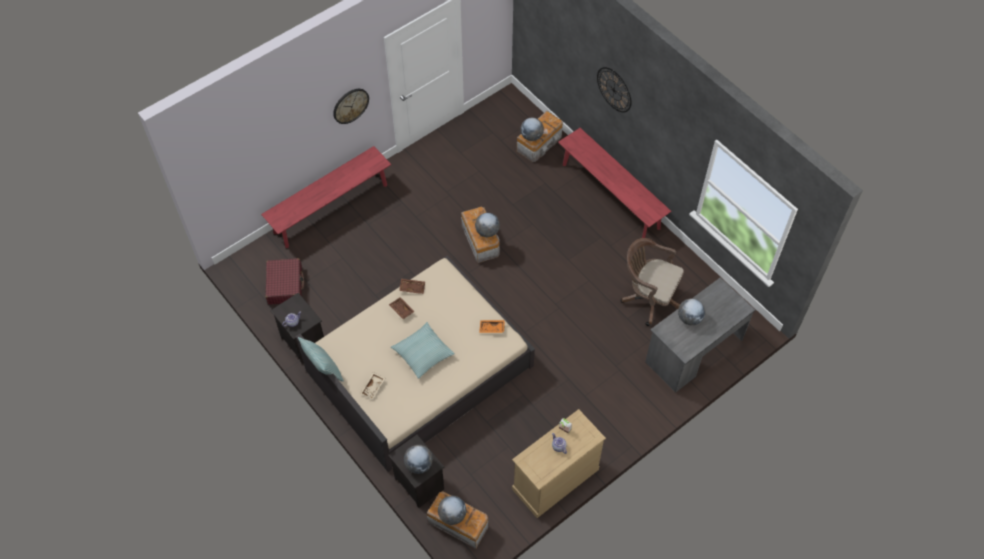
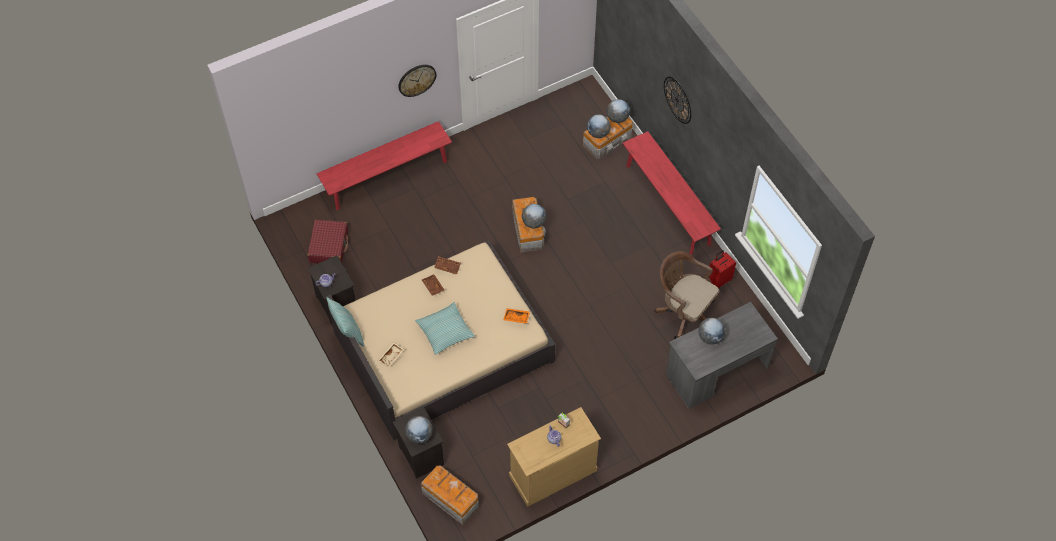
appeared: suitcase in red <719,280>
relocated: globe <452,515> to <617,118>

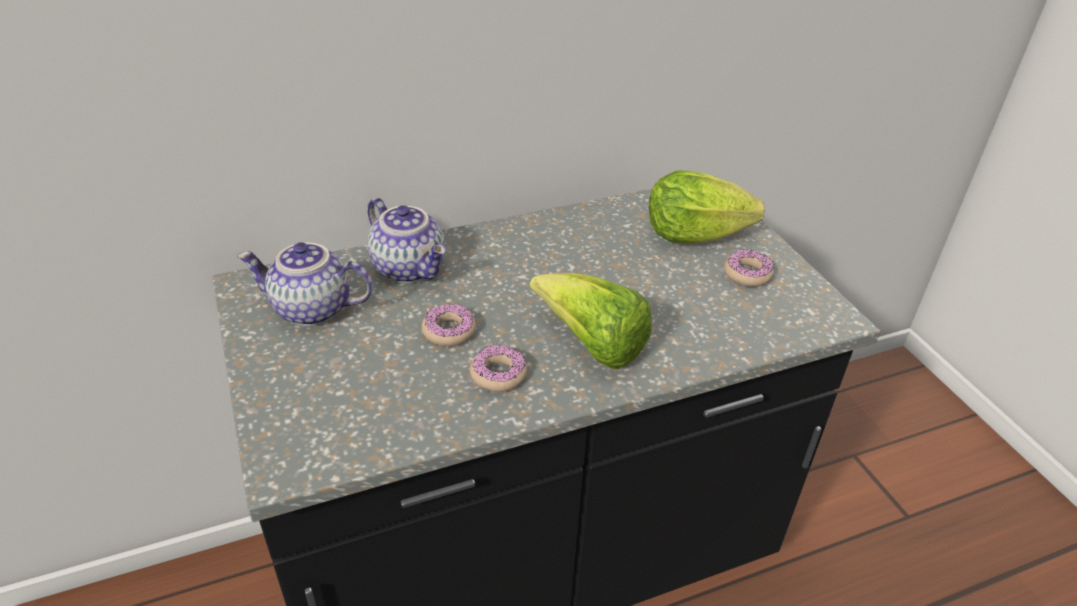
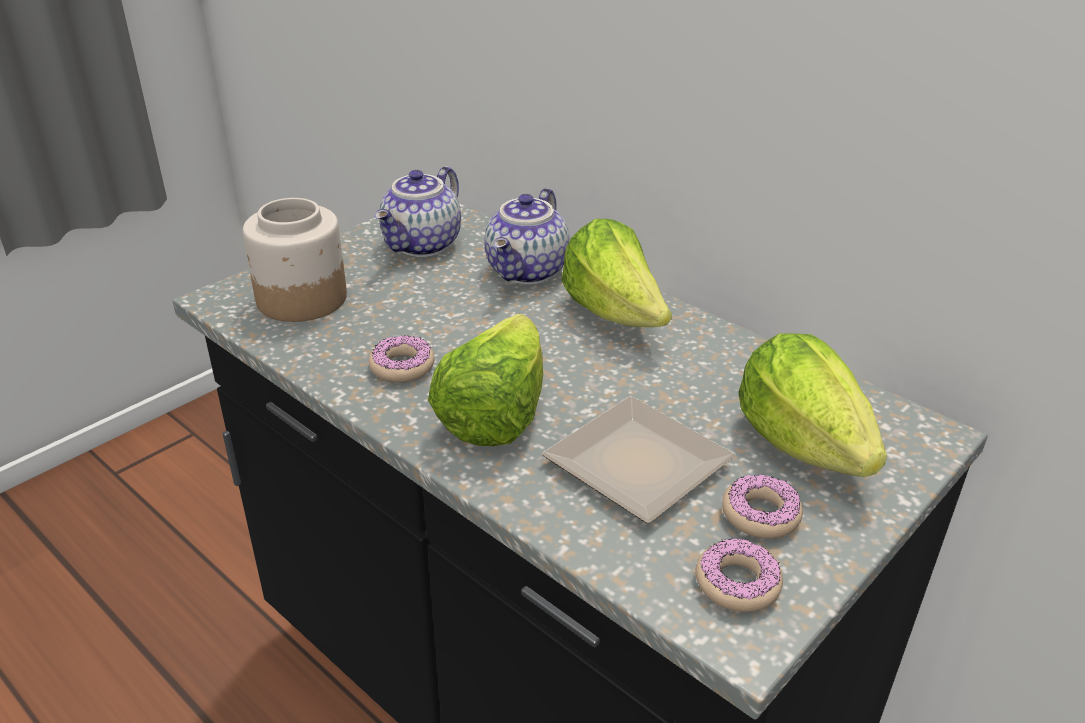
appeared: jar <301,299>; lettuce <615,315>; plate <630,464>
relocated: donut <449,331> to <737,583>
spun: teapot <311,310> = <423,245> 135 degrees counterclockwise

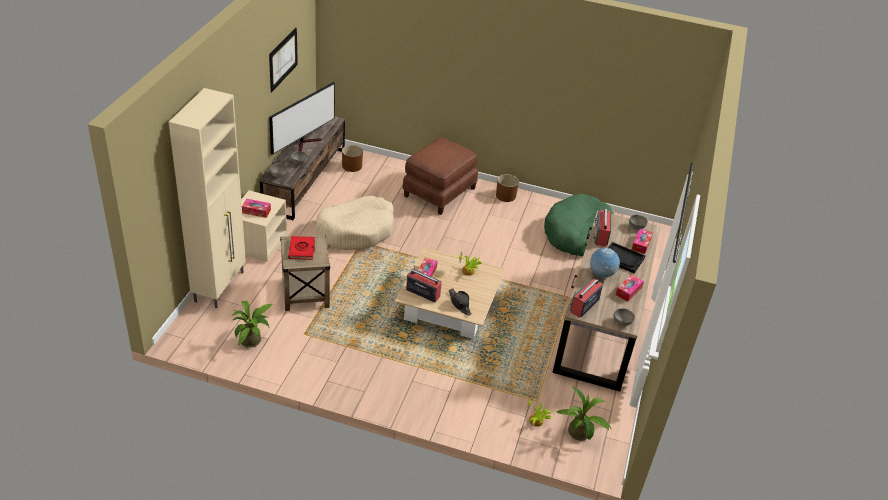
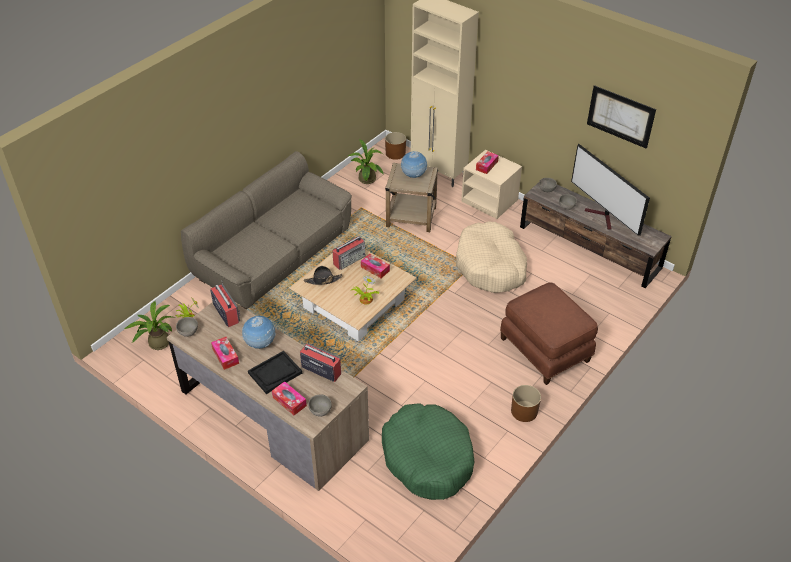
appeared: sofa <274,254>
relocated: planter in brown <351,166> to <395,153>
exchanged: book in red <302,250> to globe <413,176>

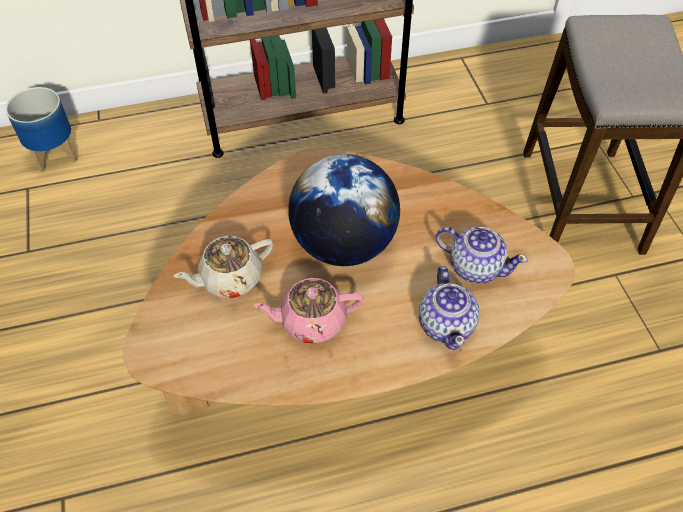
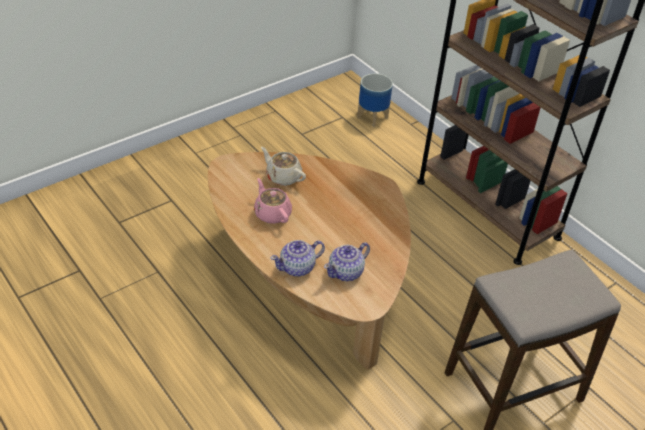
missing: globe <344,244>
spun: teapot <475,266> = <346,272> 45 degrees clockwise

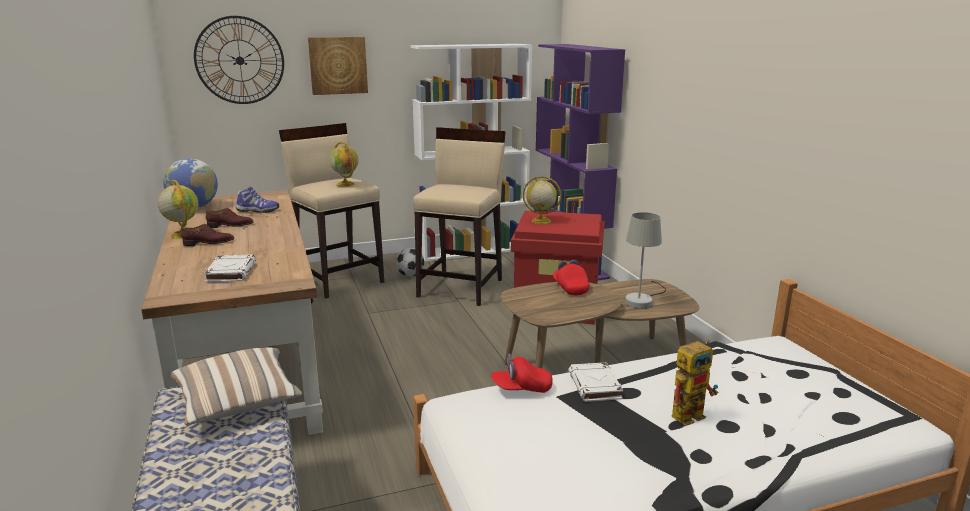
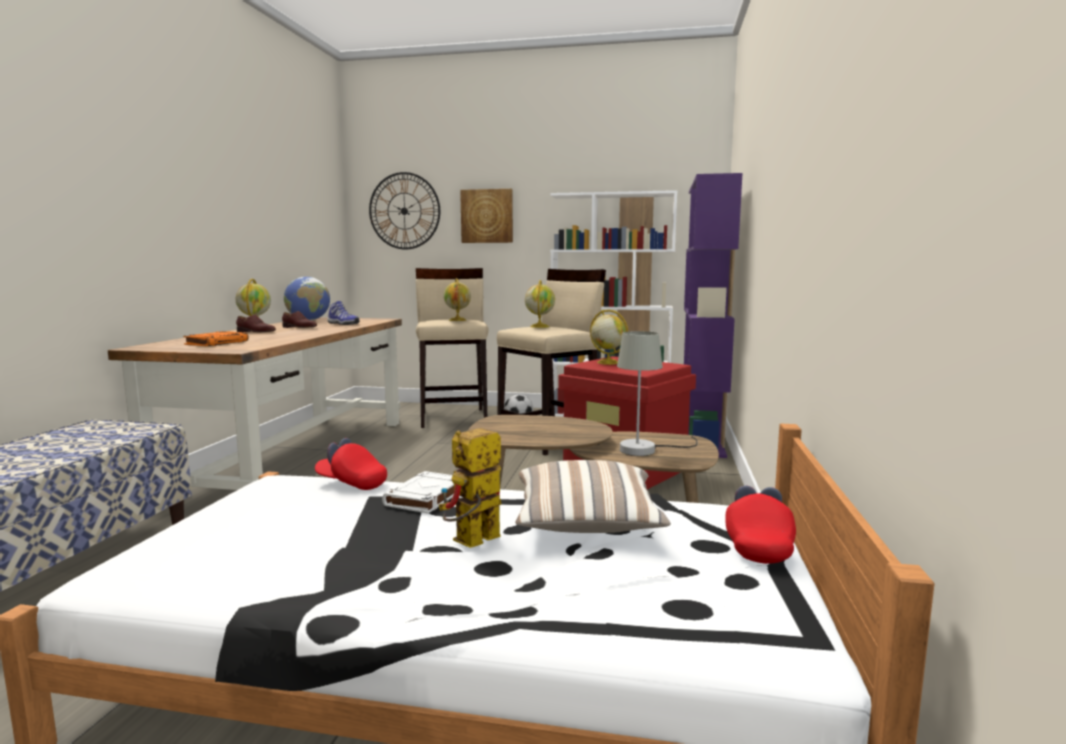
appeared: globe <539,326>
relocated: cap in red <570,288> to <757,545>; pillow <238,403> to <587,524>
colour: book in white <231,272> to book in orange <217,343>
spun: toy robot <691,413> = <472,543> 135 degrees clockwise

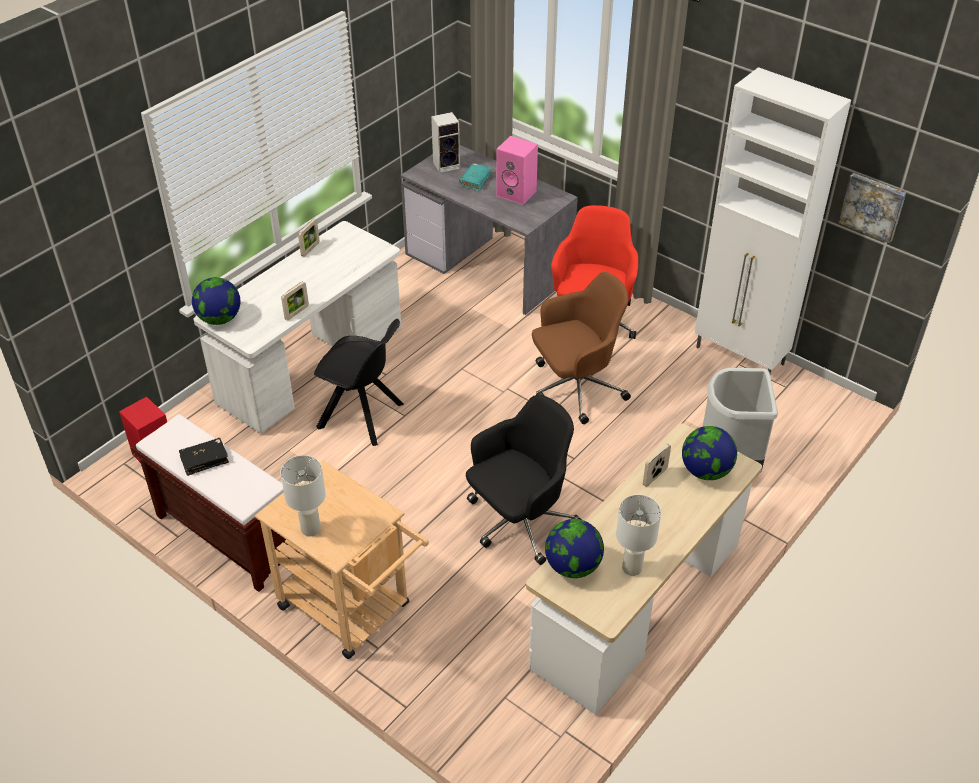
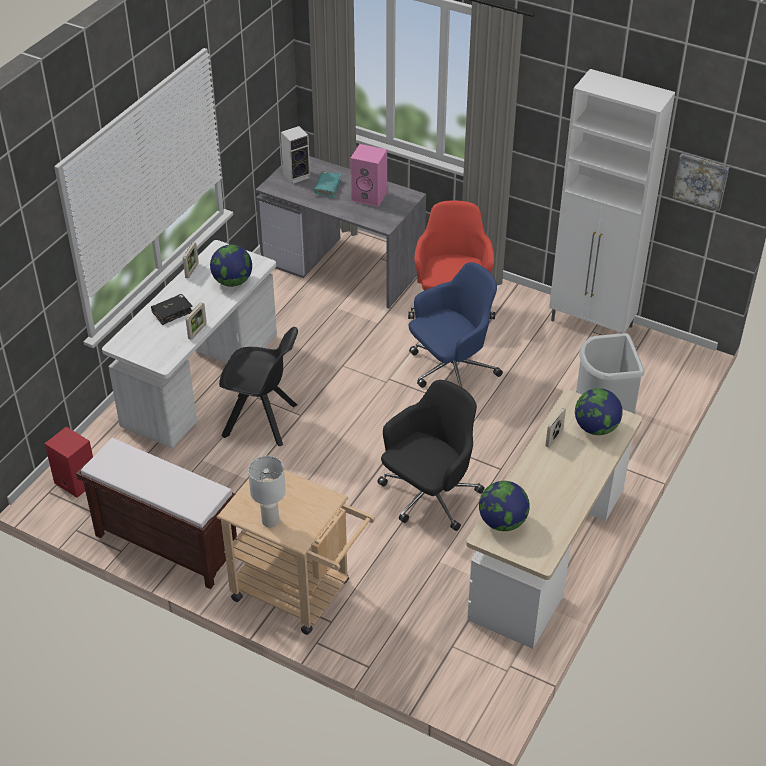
missing: table lamp in white <631,568>
relocated: globe <220,319> to <232,281>; book in black <204,460> to <172,312>
colour: office chair in brown <575,388> to office chair in blue <451,371>

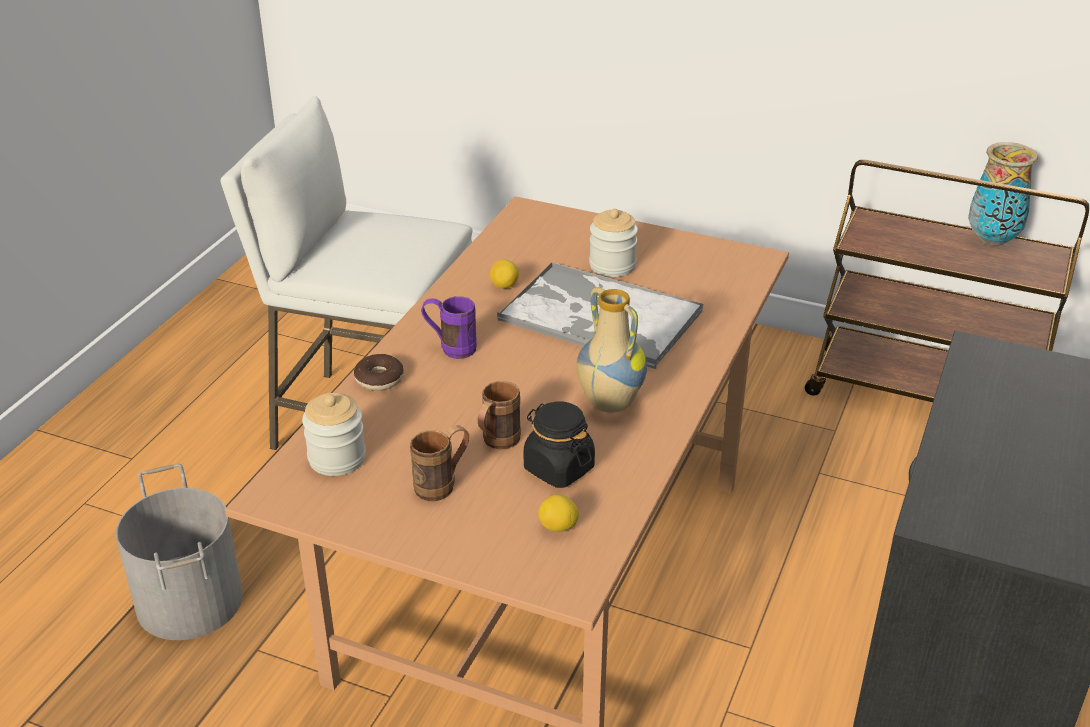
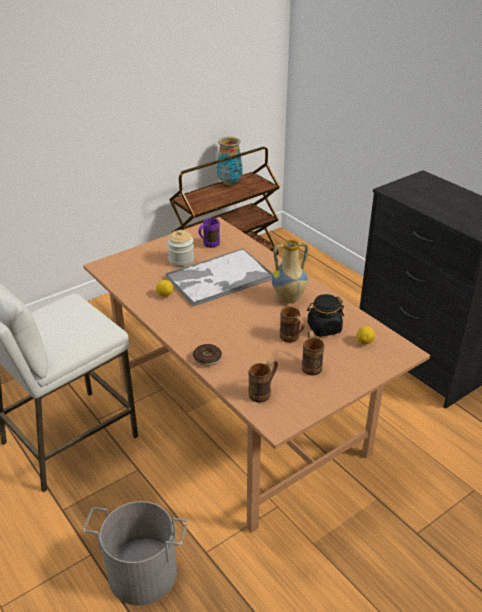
relocated: mug in purple <450,348> to <208,245>
exchanged: jar <337,458> to mug in brown <263,392>

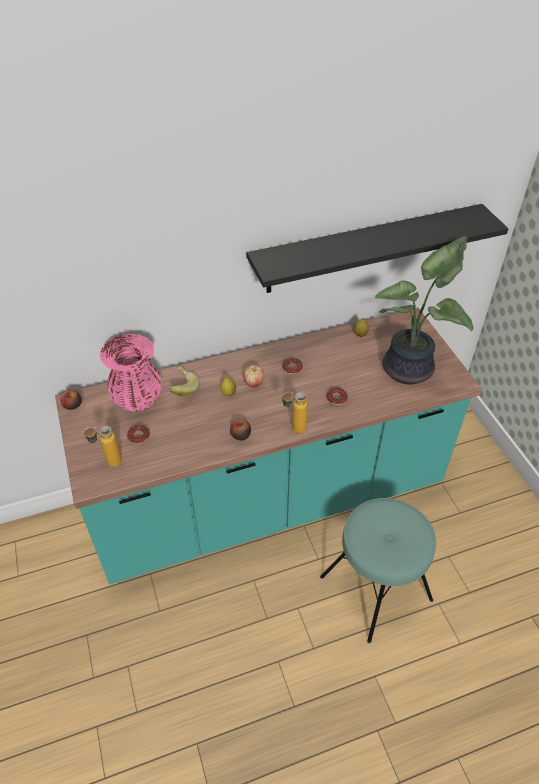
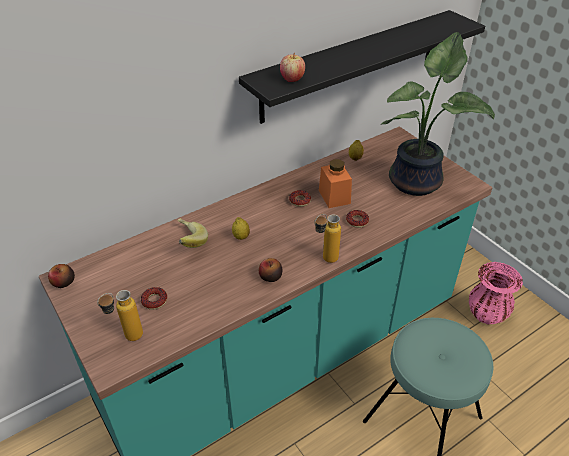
appeared: jar in orange <334,197>
relocated: vase in pink <138,400> to <486,314>; apple <254,383> to <292,79>

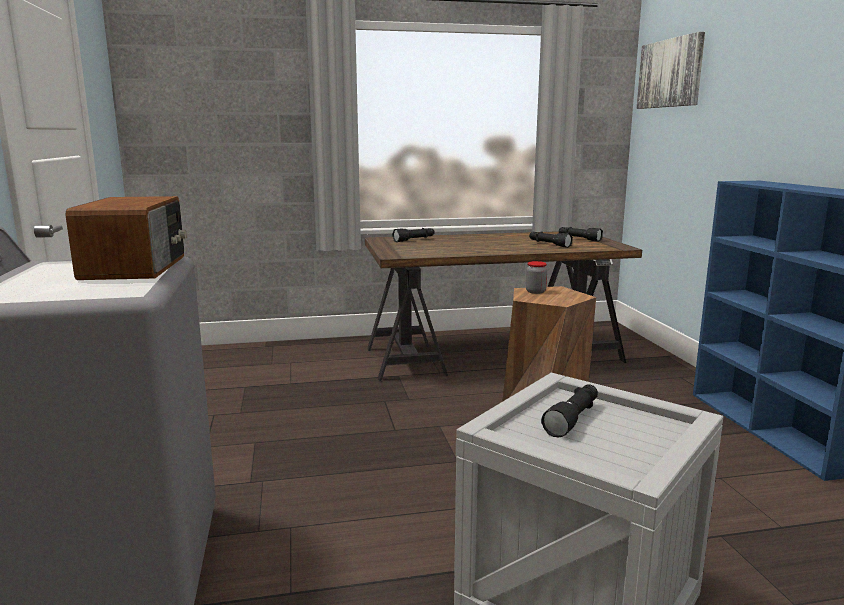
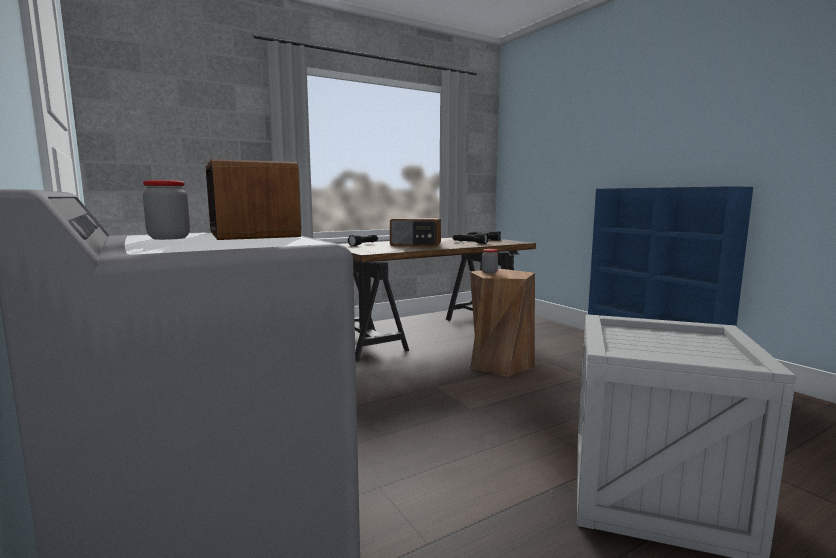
missing: picture <670,73>; flashlight in black <573,419>
appeared: jar <169,238>; radio <416,245>

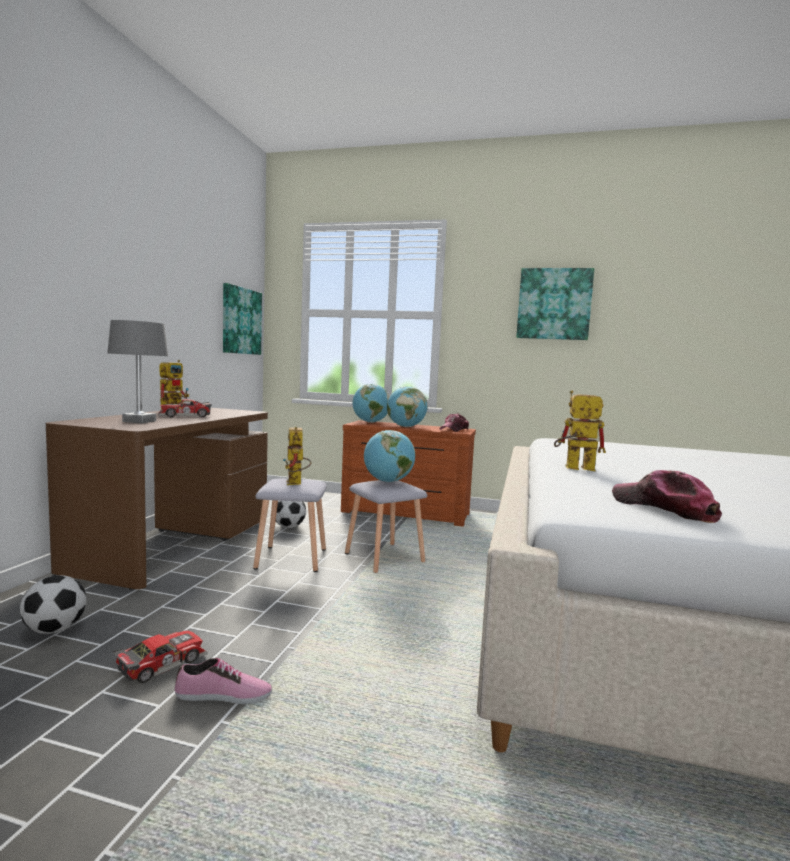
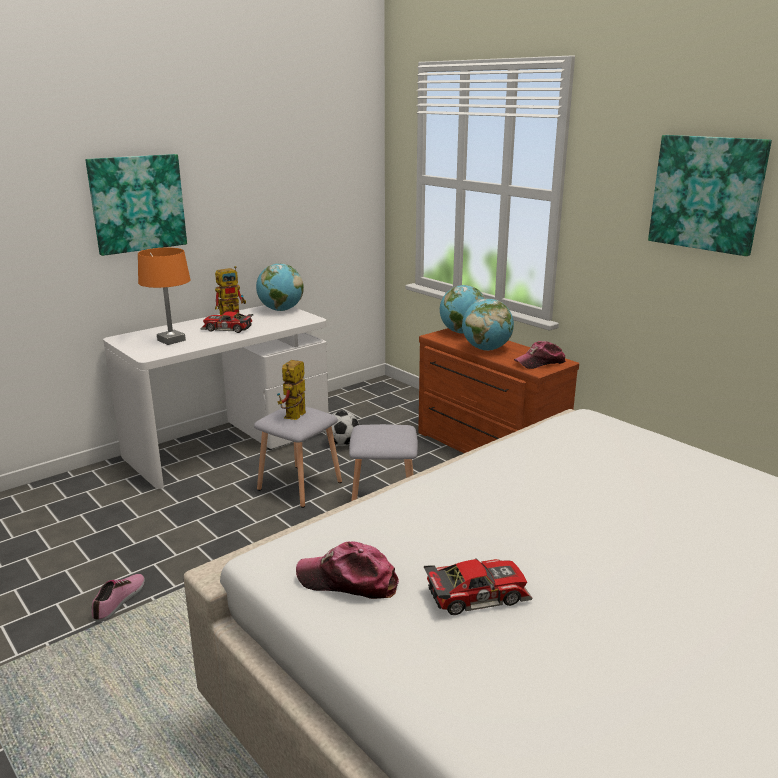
missing: toy robot <573,468>; football <55,630>
relocated: picture <241,321> to <137,203>; globe <388,481> to <280,310>; toy car <160,662> to <475,593>
colour: table lamp in grey <139,421> to table lamp in orange <171,340>; desk in brown <175,543> to desk in white <229,443>
spun: cap <664,508> = <348,581> 75 degrees counterclockwise; shoe <223,695> = <120,600> 105 degrees counterclockwise

